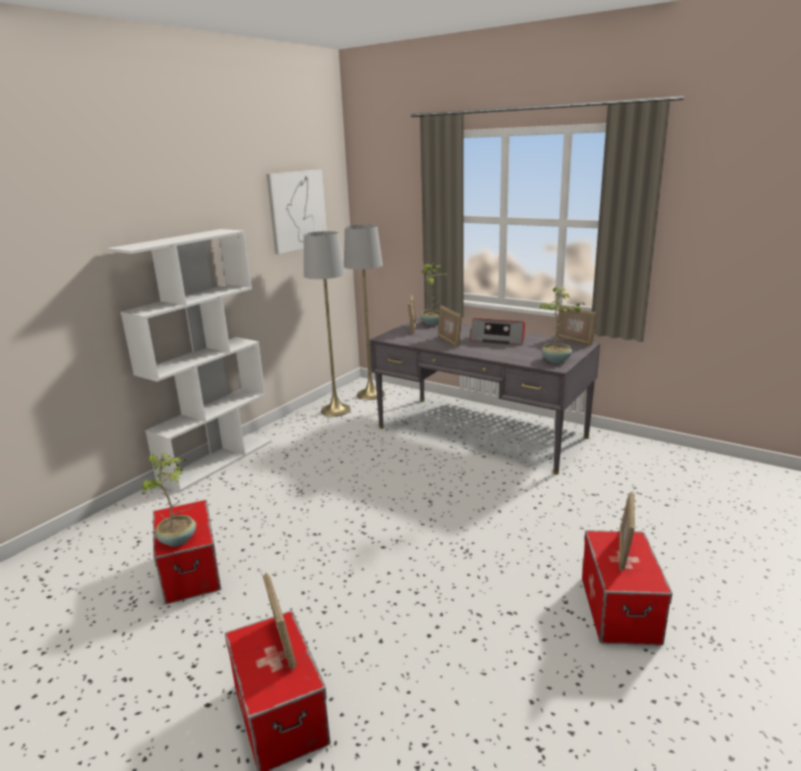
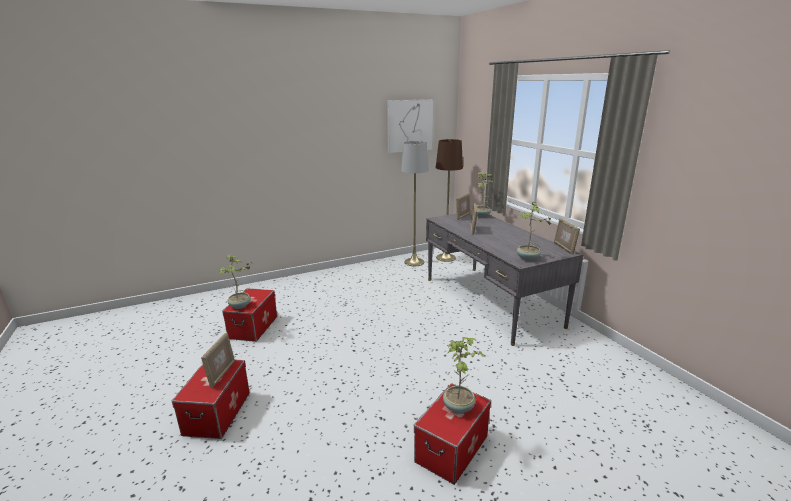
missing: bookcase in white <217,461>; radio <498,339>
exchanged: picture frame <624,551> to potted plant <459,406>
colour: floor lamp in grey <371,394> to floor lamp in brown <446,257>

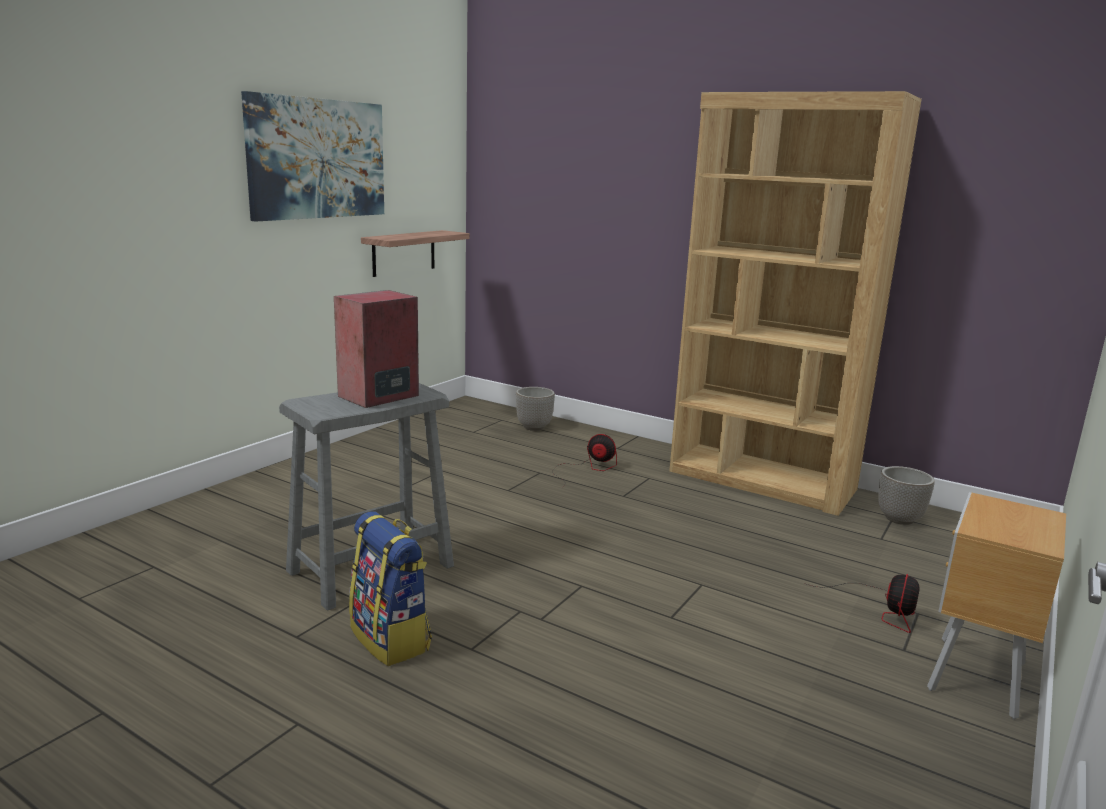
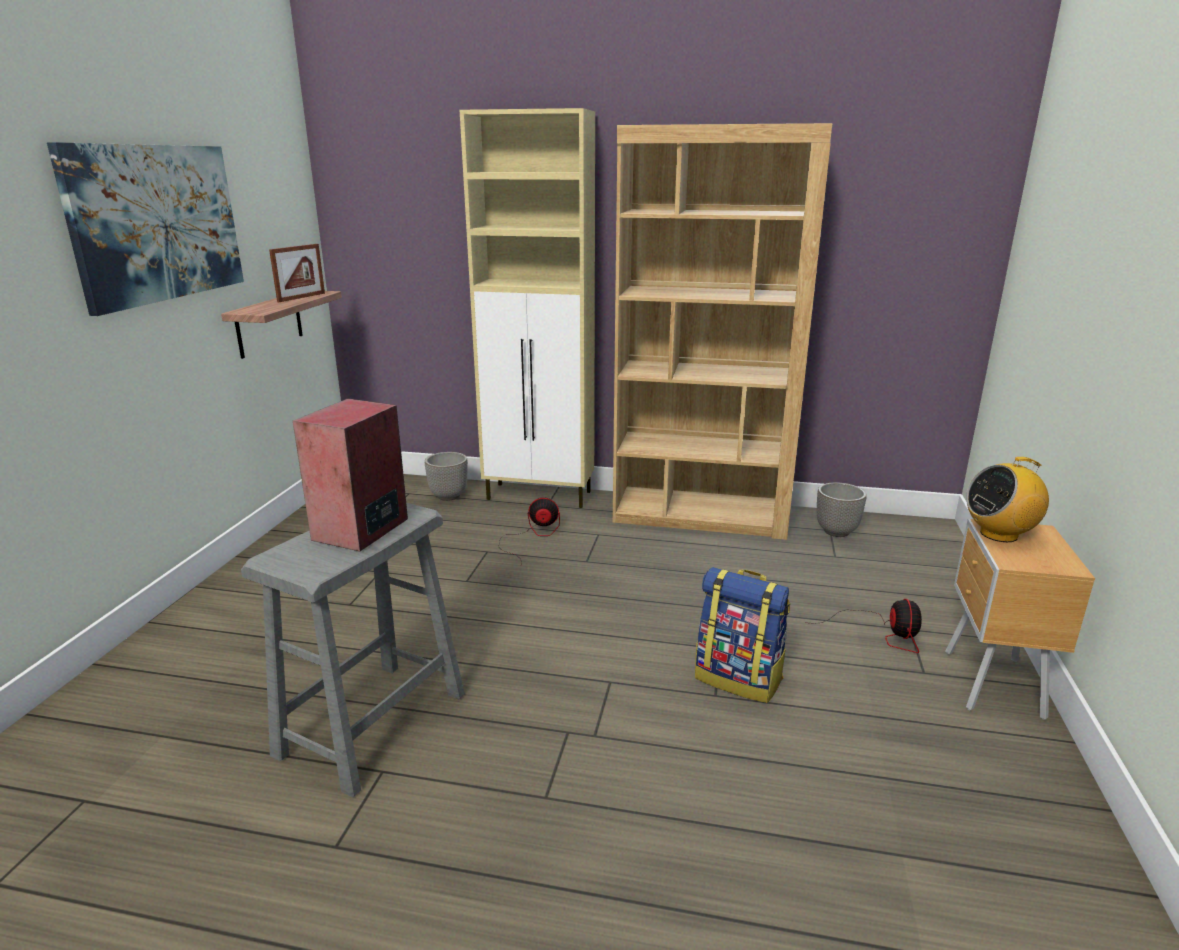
appeared: cabinet in beige <540,495>; picture frame <301,297>; radio <999,534>
relocated: backpack <392,639> to <739,678>

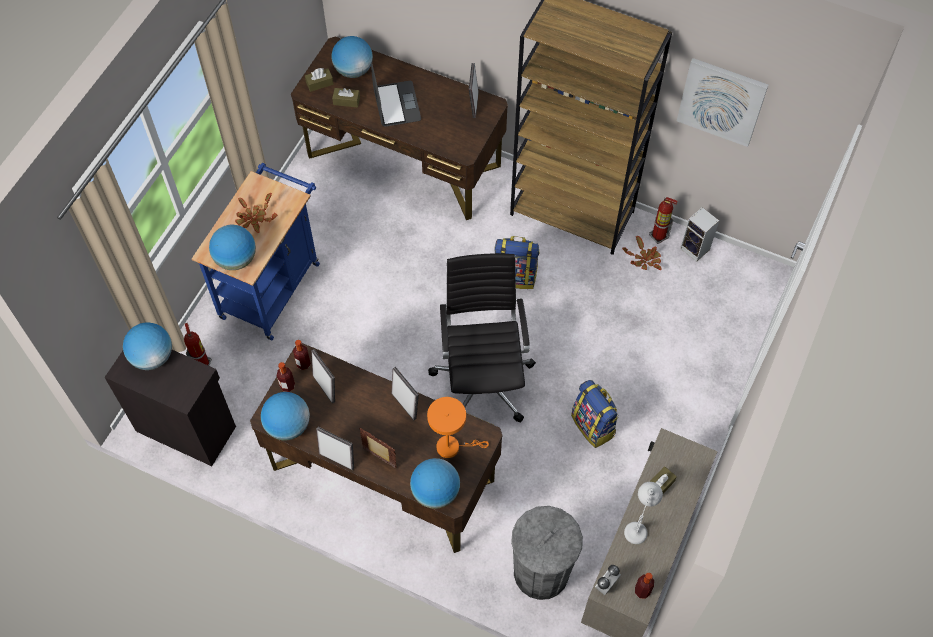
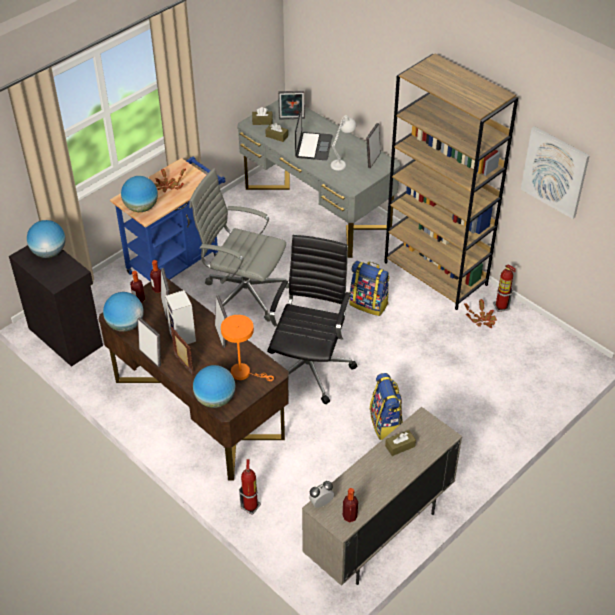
missing: trash can in grey <541,572>
appeared: office chair in grey <243,293>
relocated: speaker <696,249> to <183,337>; fire extinguisher <202,364> to <251,506>; table lamp in white <639,524> to <343,162>
exchanged: globe <353,70> to picture frame <292,119>
colour: desk in brown <403,161> to desk in grey <317,207>

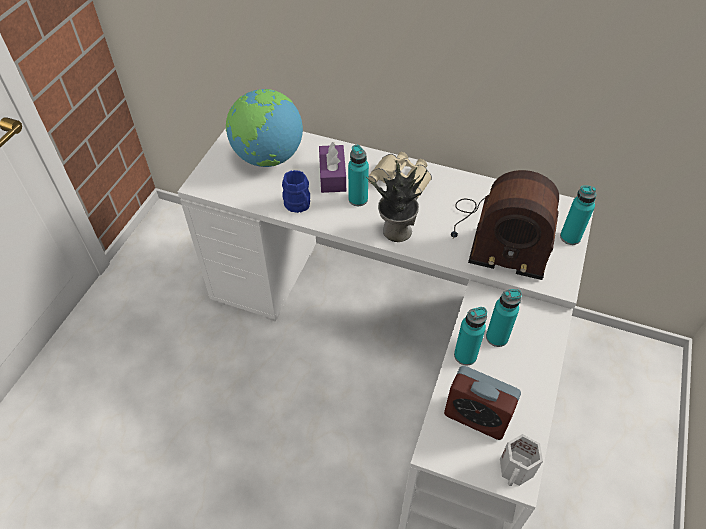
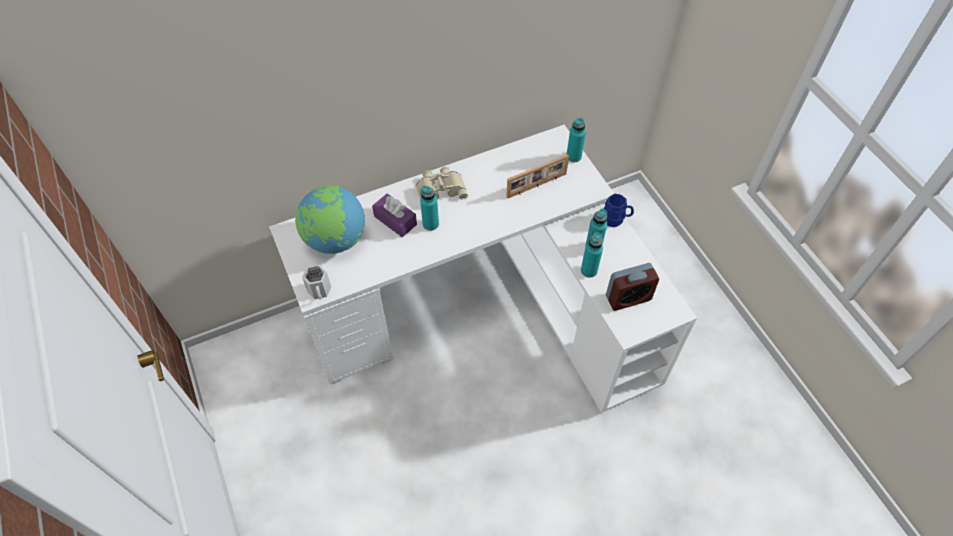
missing: potted plant <396,231>
relocated: mug in blue <299,206> to <616,219>; mug in white <516,470> to <320,290>
exchanged: radio <498,237> to picture frame <537,186>

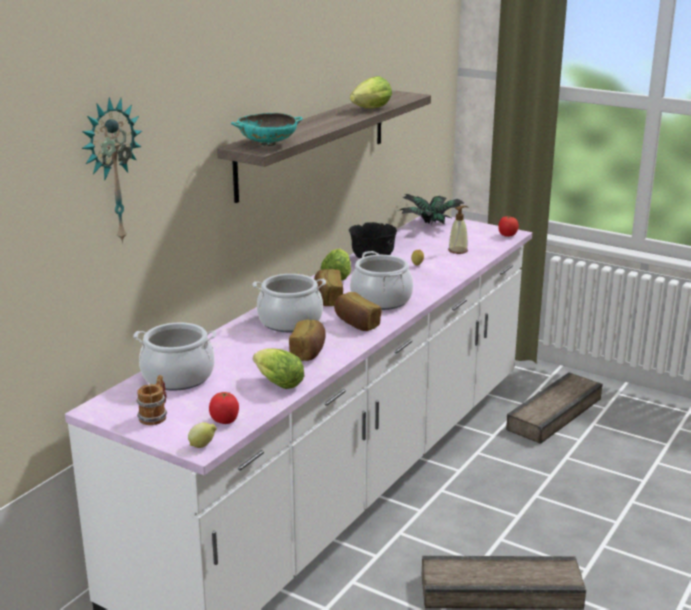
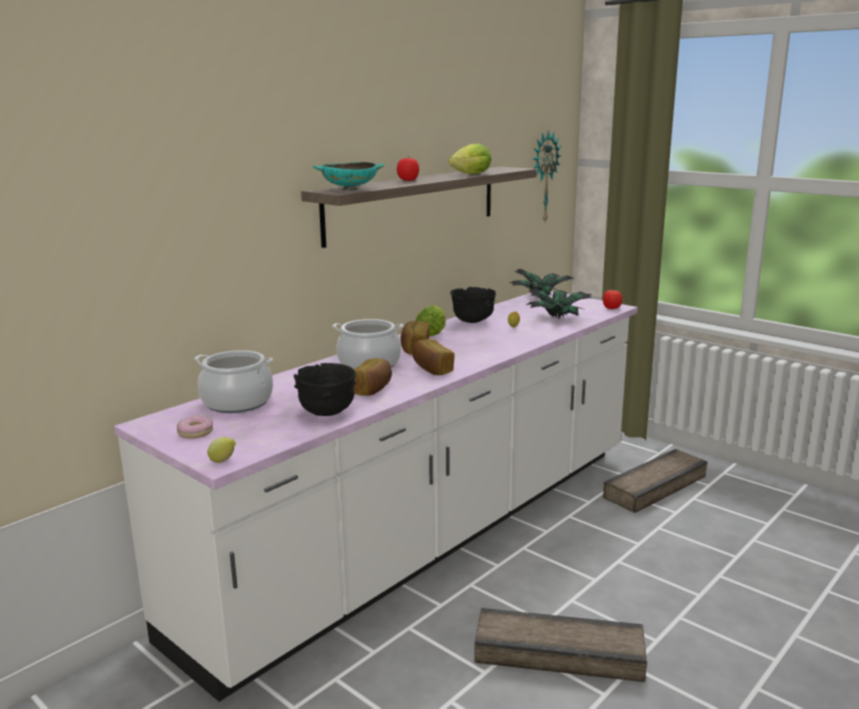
missing: cooking pot <381,300>
relocated: wall clock <111,171> to <543,177>; tomato <225,420> to <408,180>
exchanged: soap dispenser <458,250> to potted plant <558,318>; lettuce <276,383> to bowl in black <327,412>; mug <155,415> to donut <195,432>

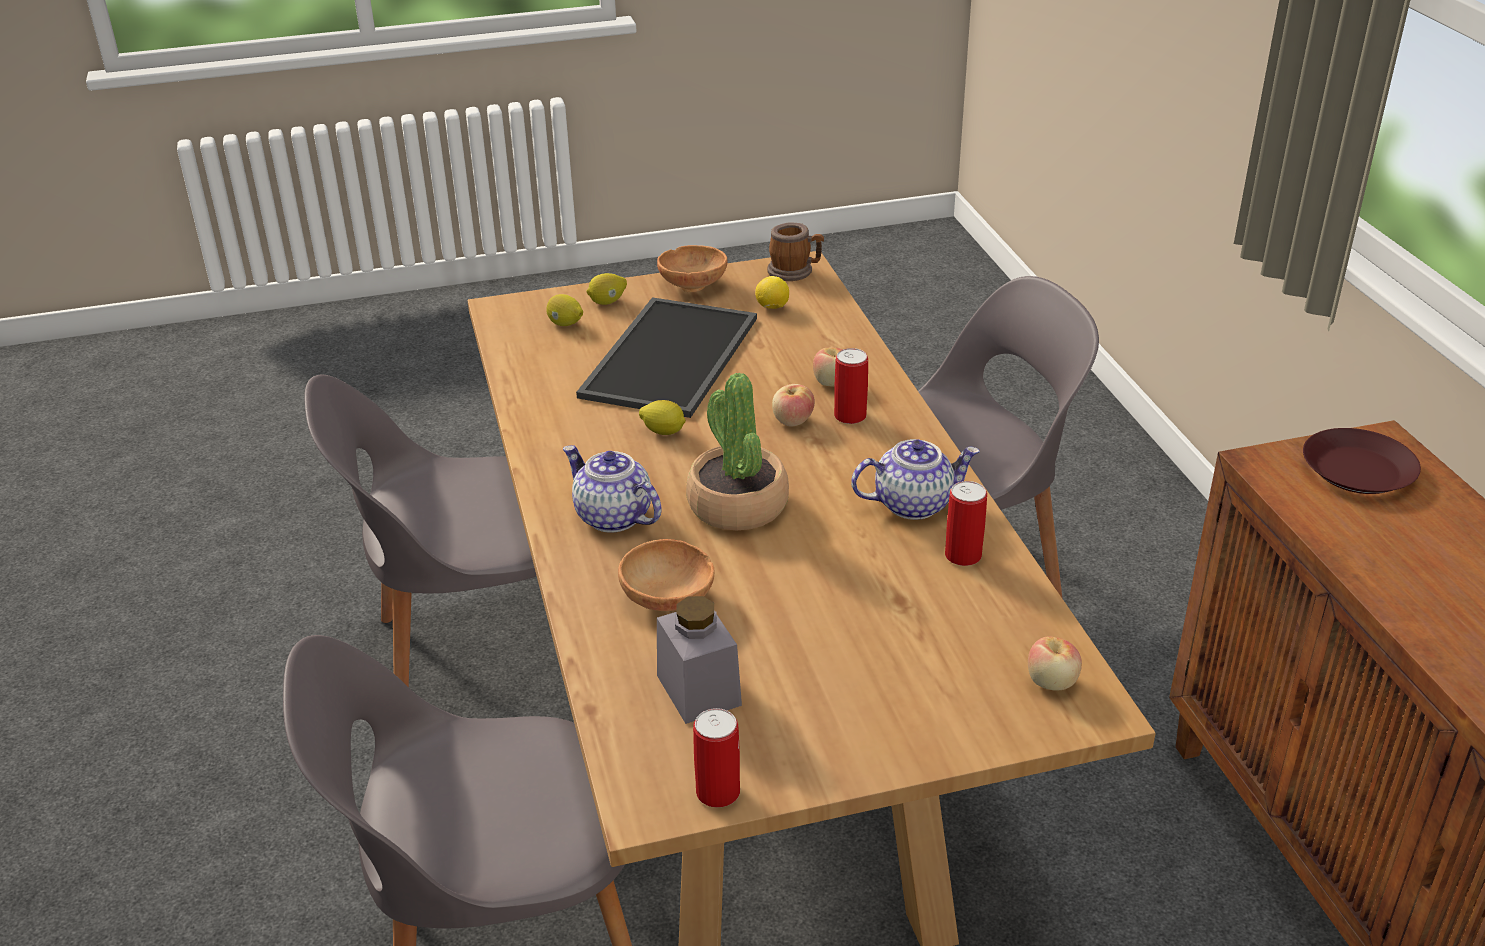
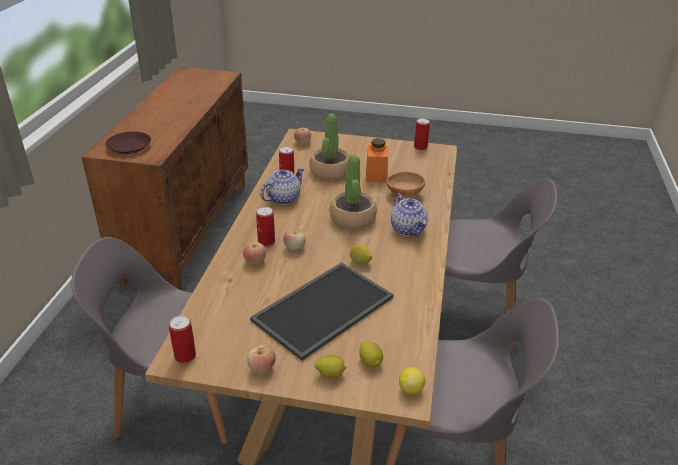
missing: jar in grey <698,690>
appeared: potted plant <330,171>; jar in orange <376,175>
relocated: lemon <772,307> to <411,389>
exchanged: mug <795,271> to can <185,355>; bowl in brown <693,285> to apple <261,368>
spun: teapot <913,503> = <283,198> 120 degrees clockwise

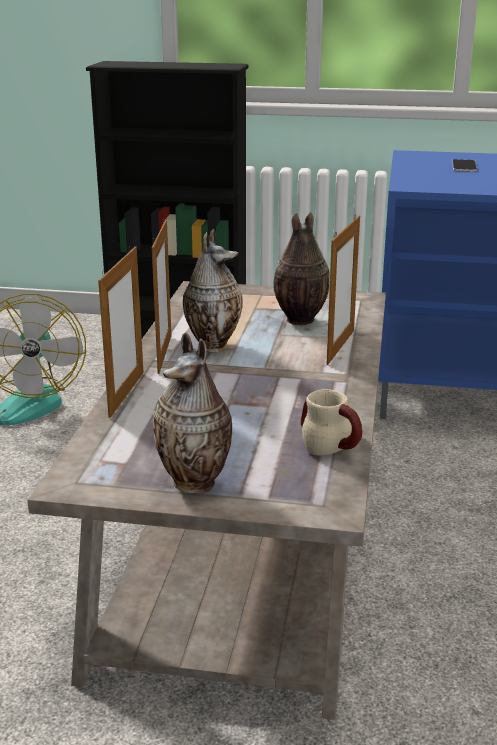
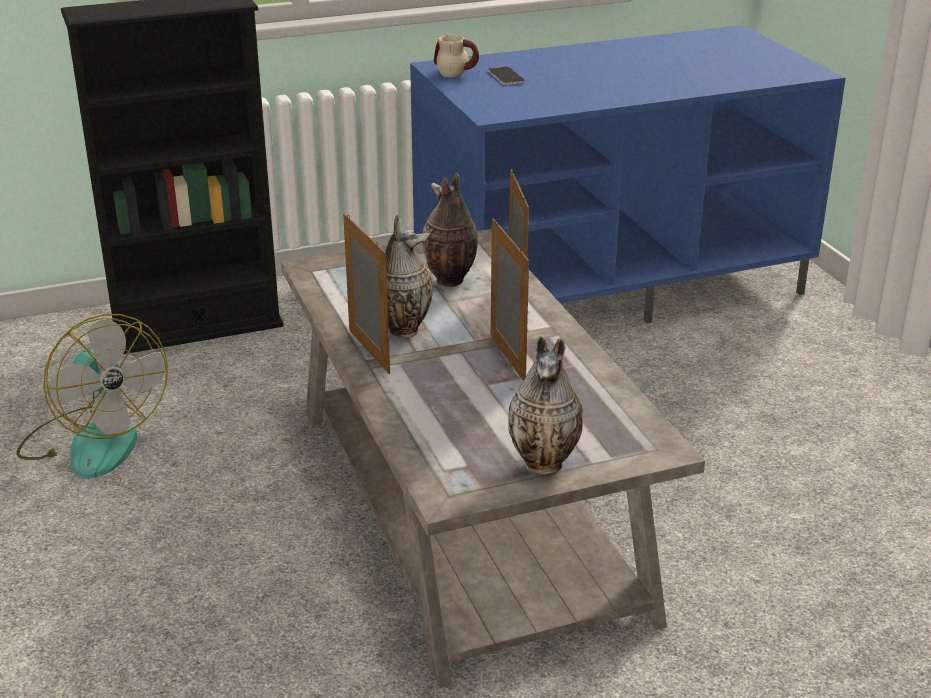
relocated: picture frame <126,394> to <507,358>; mug <338,446> to <458,72>

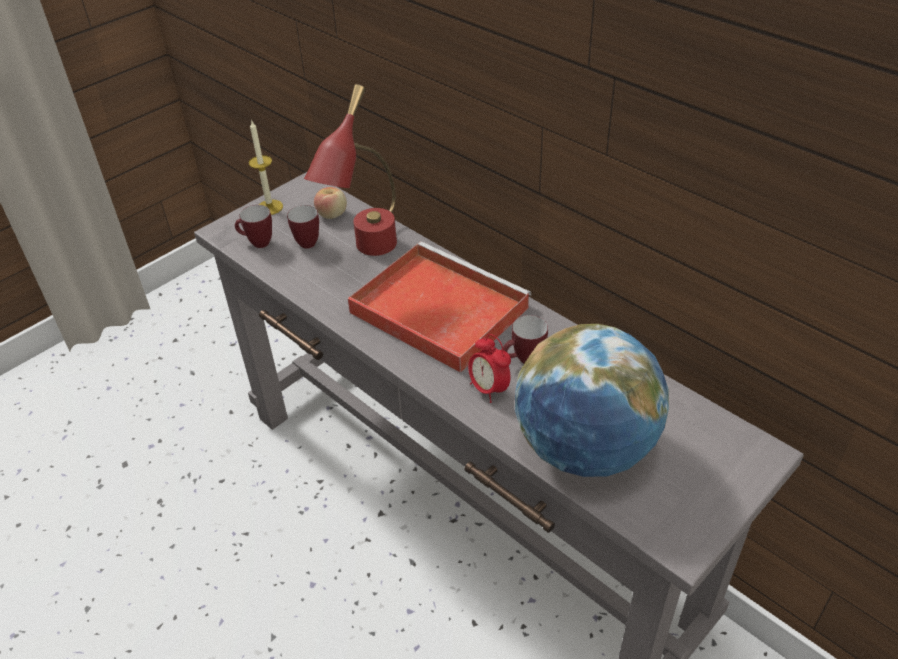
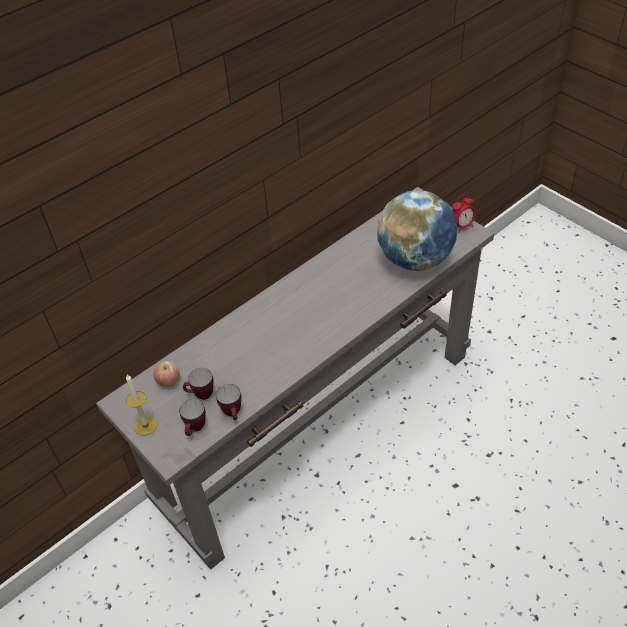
missing: table lamp in red <366,255>; tray in red <436,309>
relocated: mug <524,360> to <233,414>; alarm clock <489,389> to <461,226>

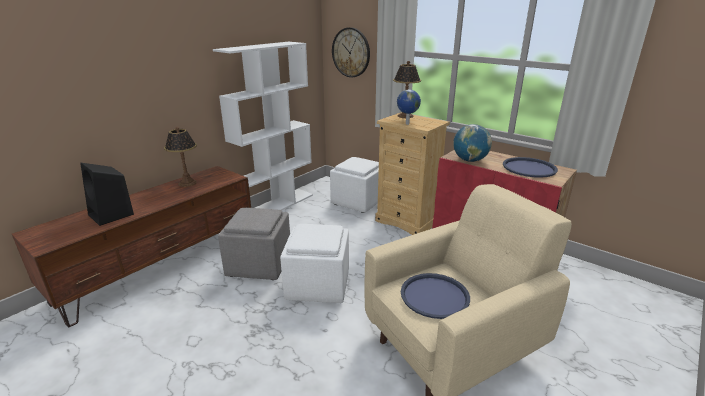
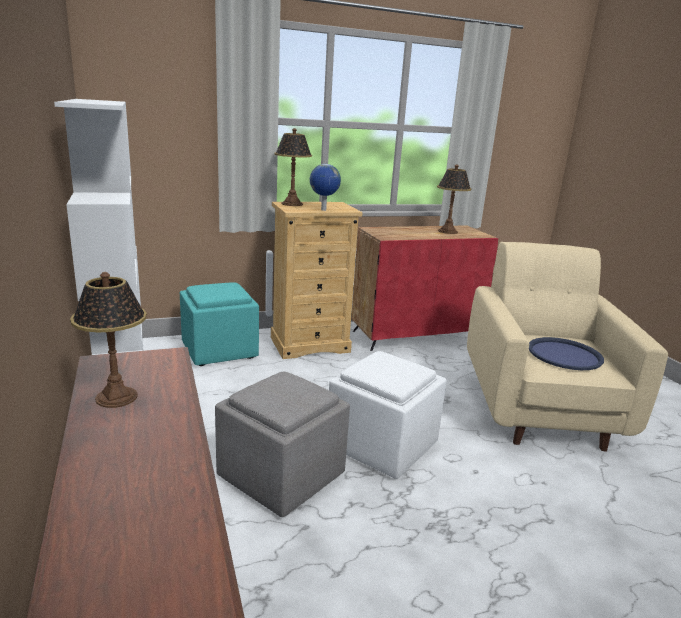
missing: wall clock <351,52>; globe <470,160>; speaker in black <112,215>
exchanged: tray in blue <529,168> to table lamp <448,231>
colour: ottoman in white <357,202> to ottoman in turquoise <219,350>

